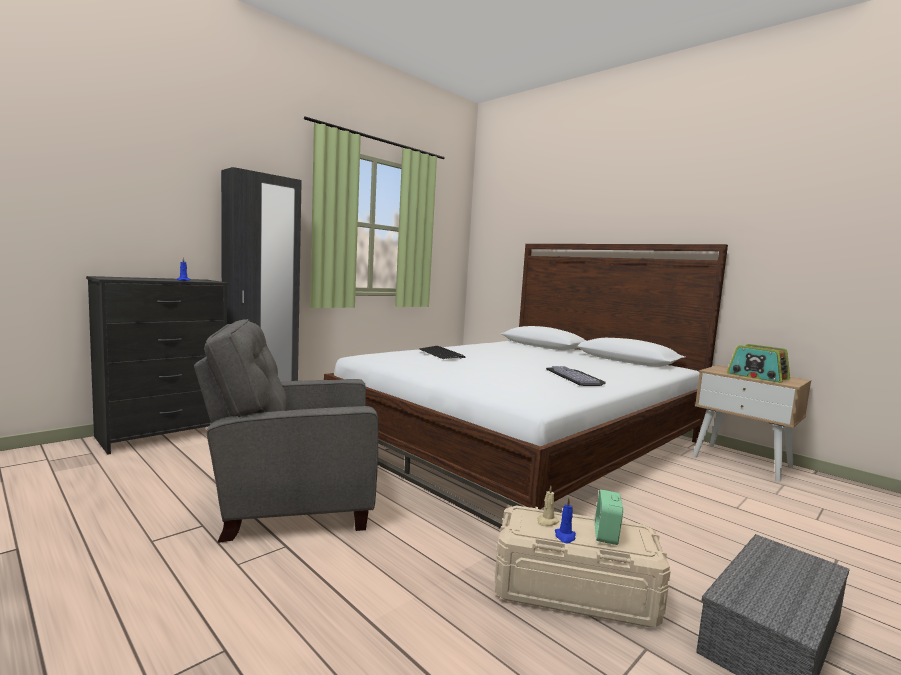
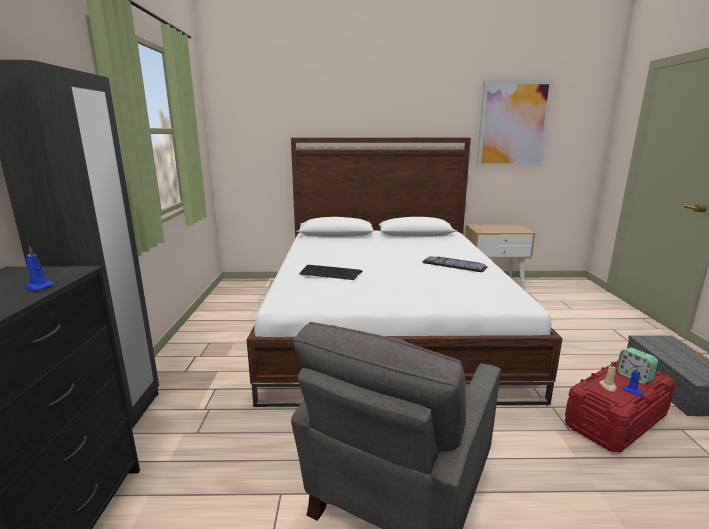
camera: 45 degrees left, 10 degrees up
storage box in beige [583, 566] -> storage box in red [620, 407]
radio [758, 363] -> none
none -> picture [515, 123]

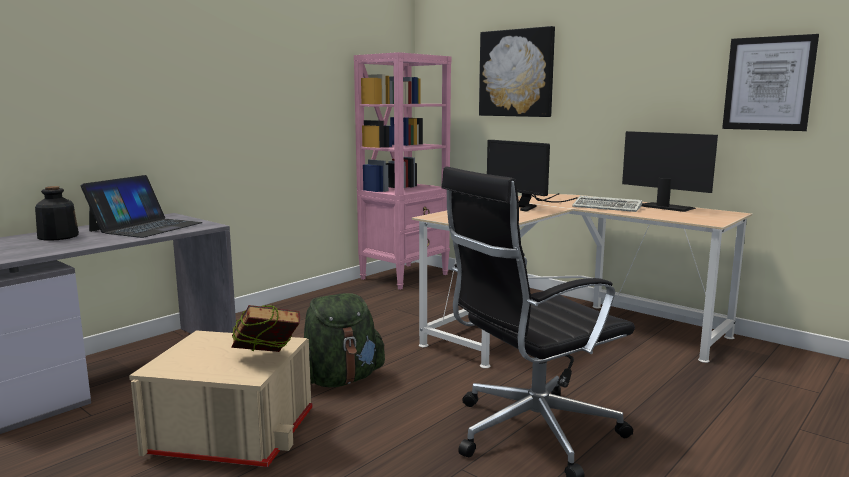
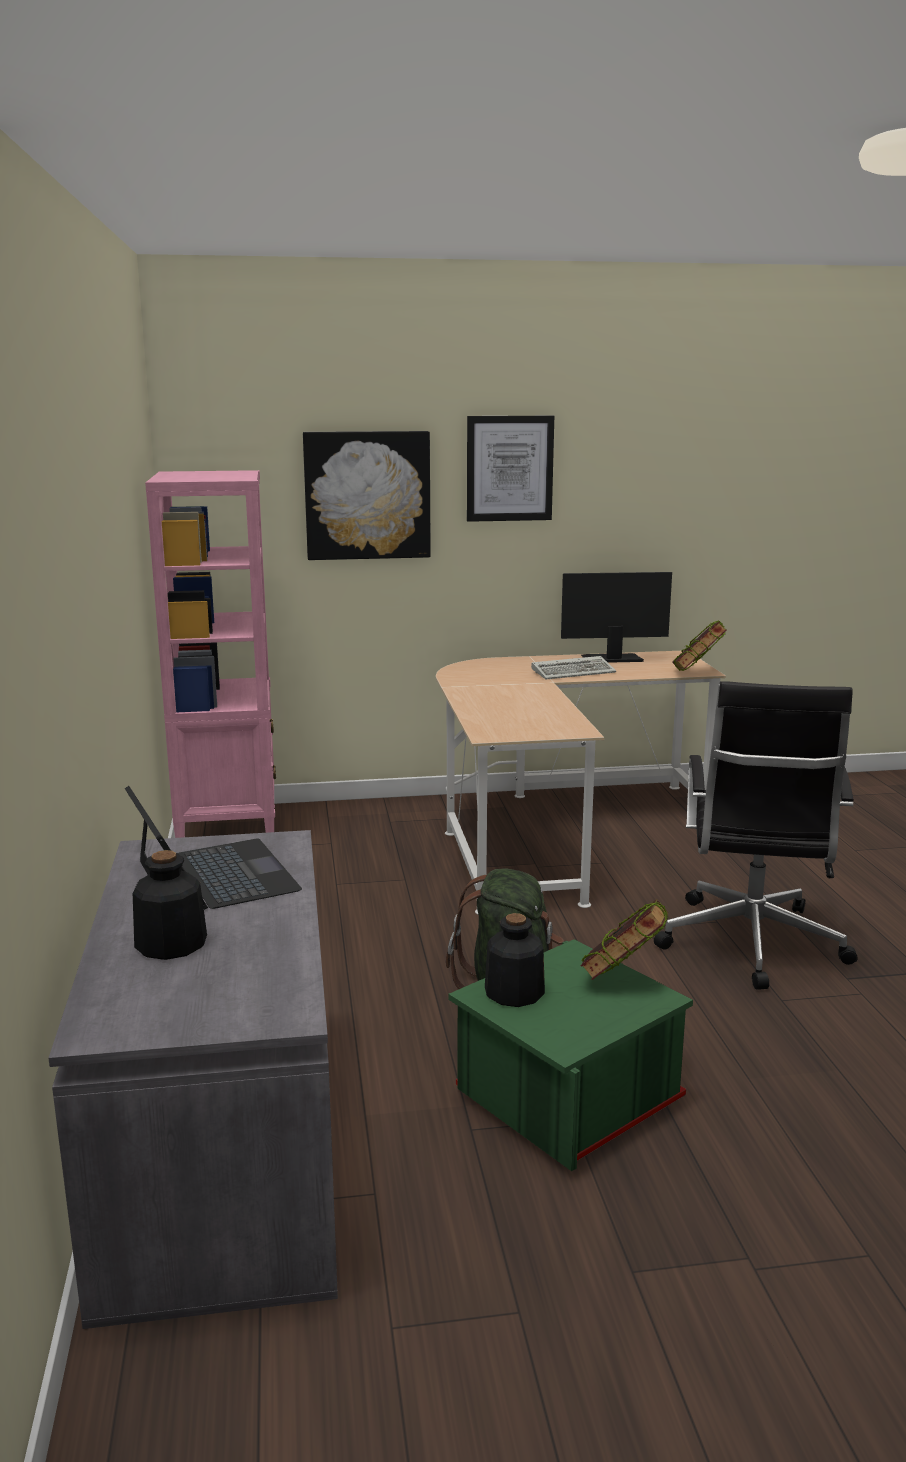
camera: 50 degrees left, 5 degrees up
storage box in beige [220, 398] -> storage box in green [570, 1055]
monitor [532, 176] -> none
picture [770, 82] -> picture [510, 469], moved
none -> bottle [515, 960]
none -> book [699, 645]

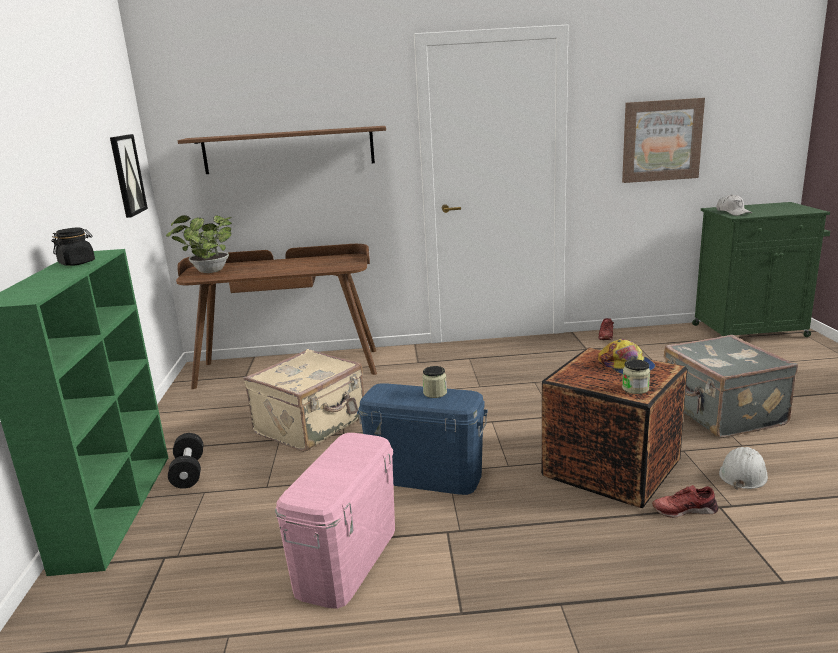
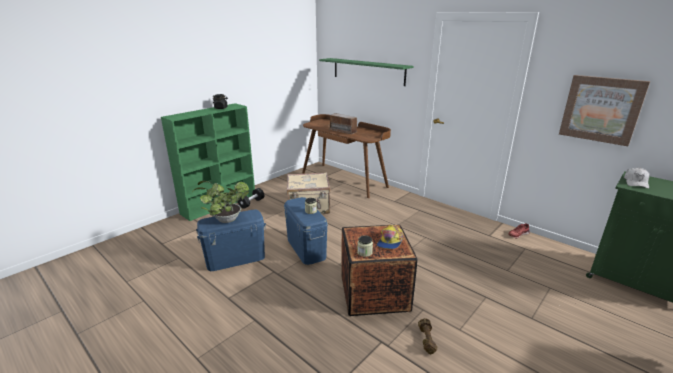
camera: 45 degrees right, 5 degrees up
picture [129, 176] -> none
potted plant [199, 244] -> potted plant [220, 202], moved
shelf in brown [282, 150] -> shelf in green [366, 72]
storage box in pink [335, 521] -> storage box in blue [231, 240]
shoe in red [685, 501] -> none
suitcase in grey [731, 386] -> none
hard hat in white [743, 468] -> dumbbell in brown [427, 336]
none -> radio [343, 124]

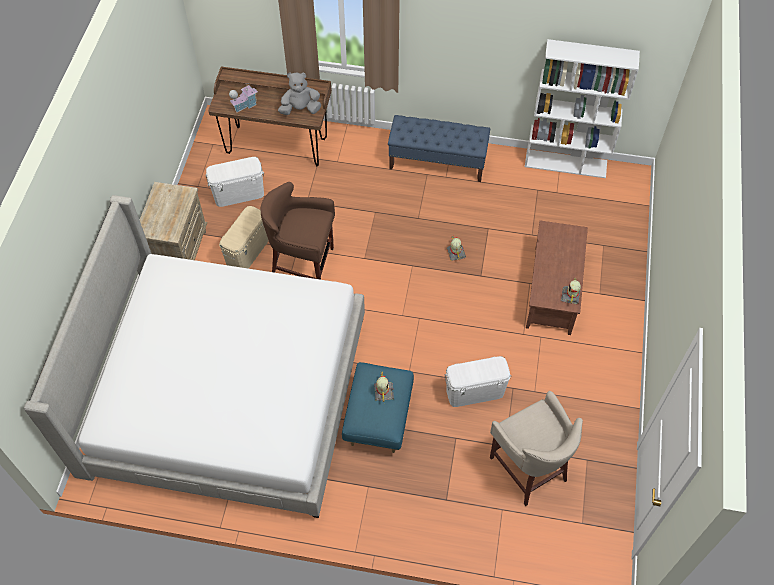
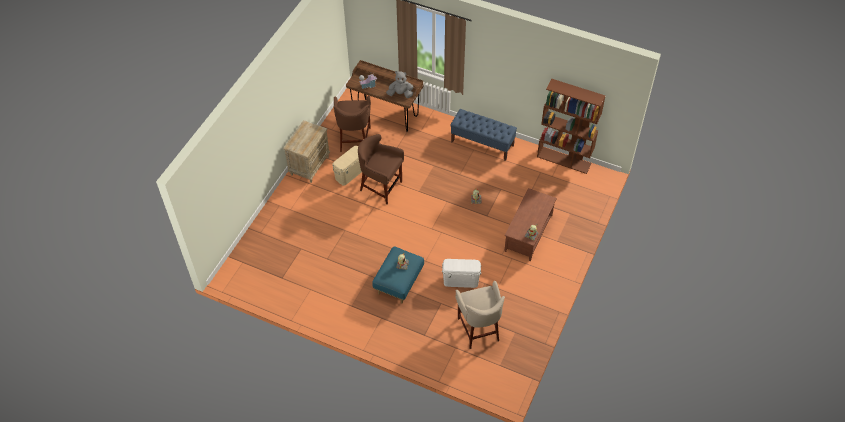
camera: 15 degrees right, 5 degrees down
bed [194, 356] -> none
storage box in white [234, 182] -> stool in brown [352, 124]
bookcase in white [582, 108] -> bookcase in brown [571, 126]

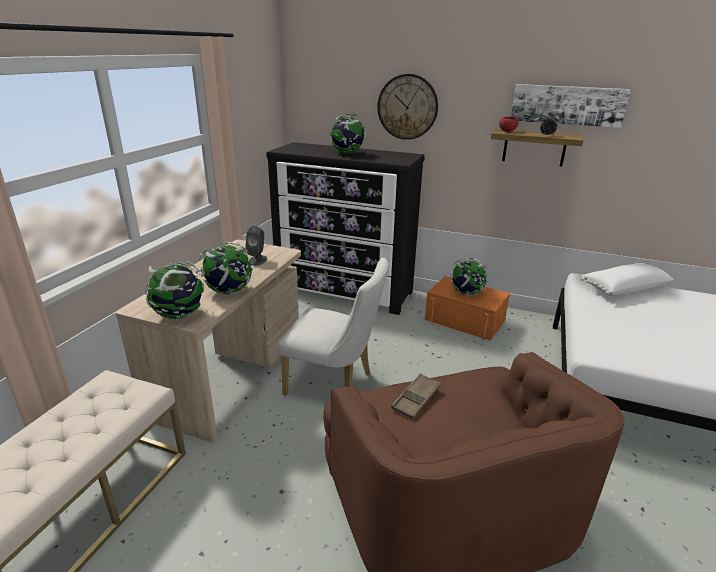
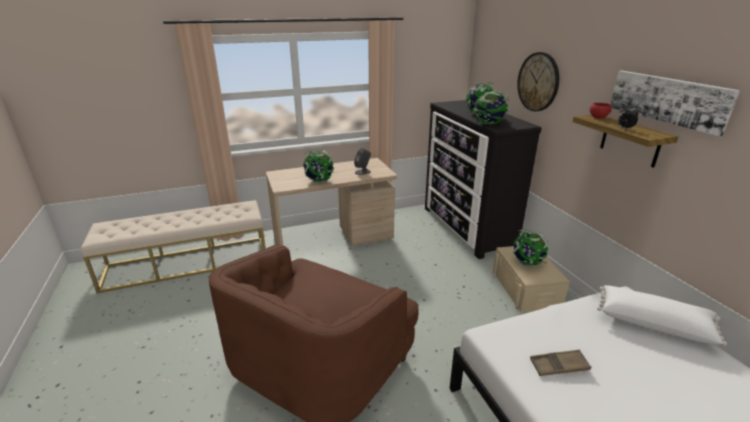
camera: 50 degrees right, 0 degrees up
globe [174, 290] -> globe [491, 107], moved
chair in white [333, 327] -> none
tray in brown [416, 396] -> tray in brown [560, 362], moved
storage box in orange [467, 308] -> storage box in beige [531, 279]

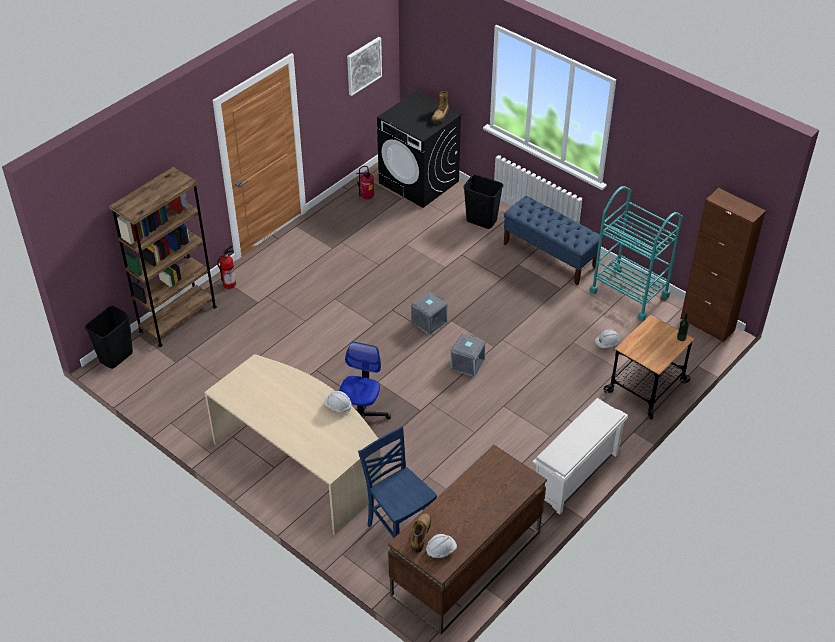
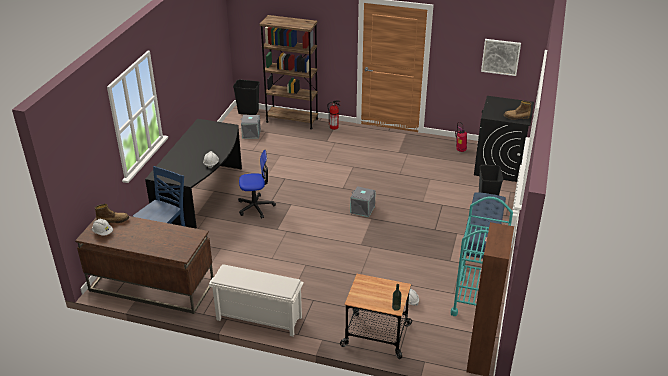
camera: 65 degrees right, 10 degrees down
desk in beige [292, 444] -> desk in black [193, 174]
storage box in grey [468, 355] -> storage box in grey [251, 127], moved

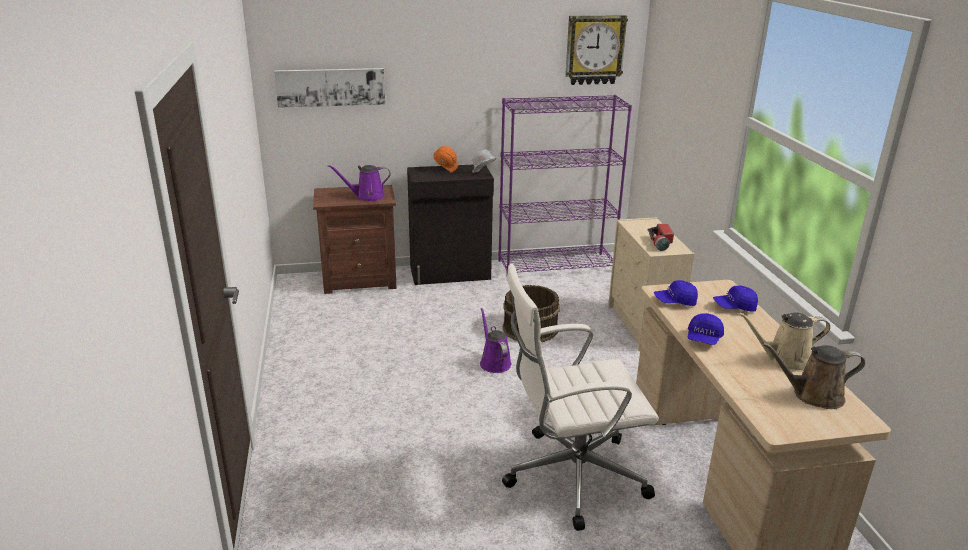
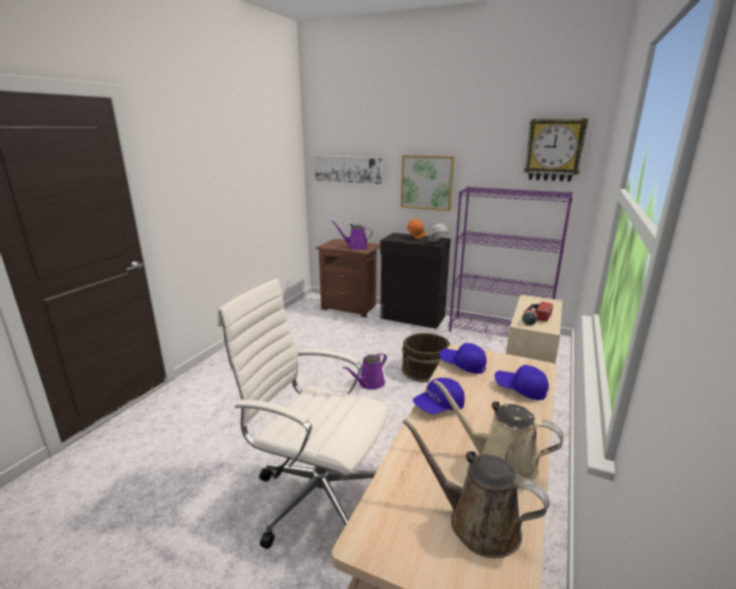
camera: 35 degrees right, 5 degrees down
watering can in purple [496, 340] -> watering can in purple [365, 371], 150 degrees counterclockwise
none -> picture [428, 183]

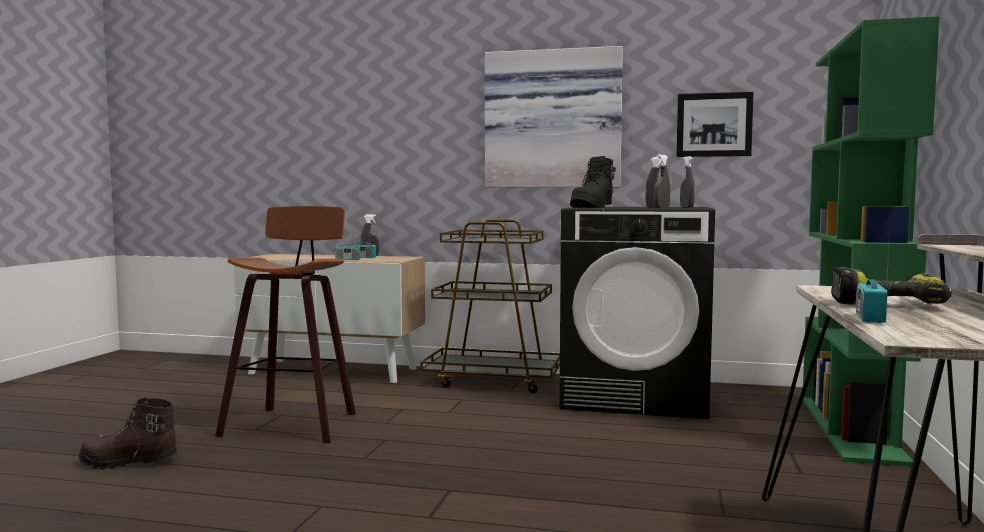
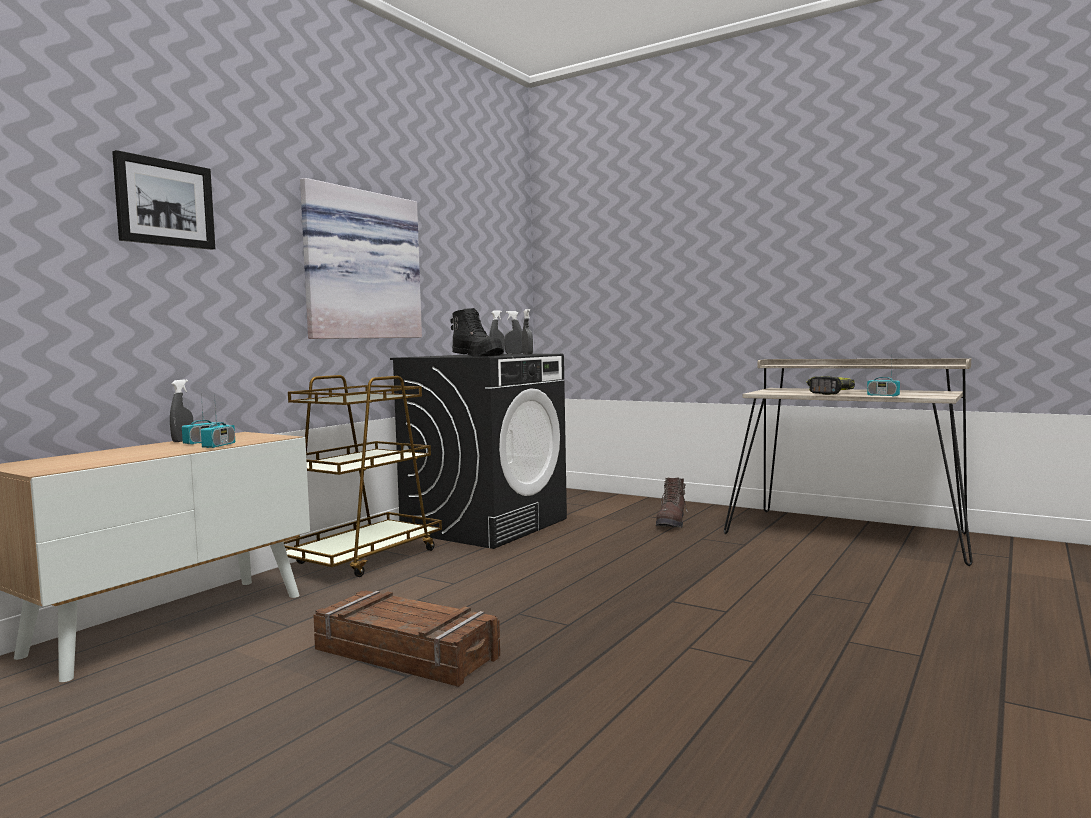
camera: 70 degrees left, 0 degrees up
boot in brown [128, 433] -> boot in brown [671, 502], moved
stool [285, 324] -> crate [406, 638]
picture [714, 124] -> picture [163, 200], moved
bookcase in green [871, 241] -> none

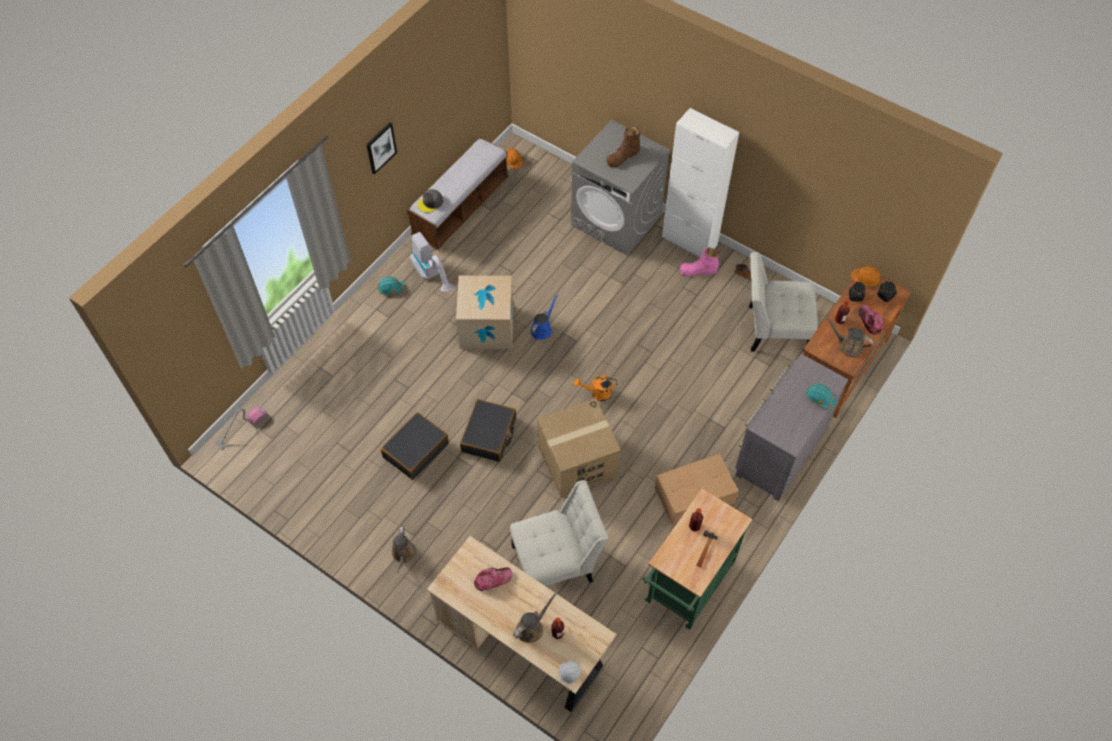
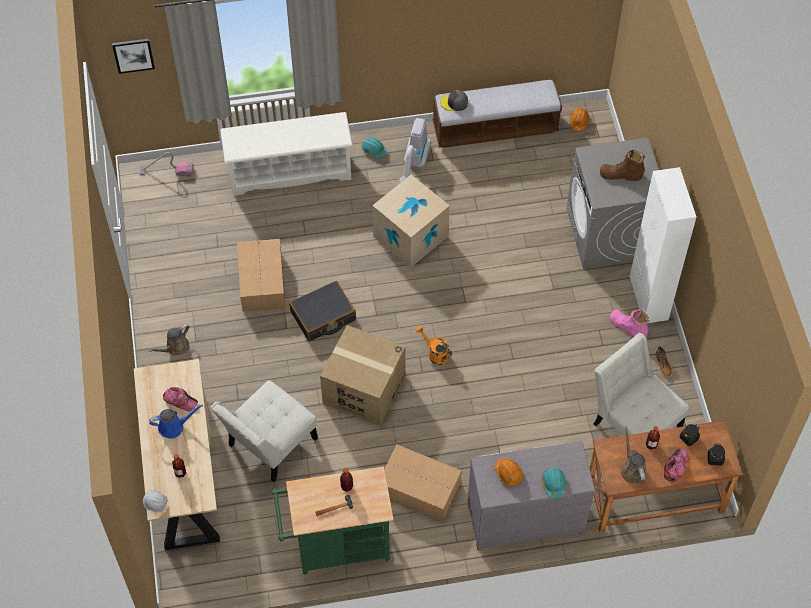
camera: 45 degrees right, 0 degrees up
picture [381, 148] -> picture [133, 56], moved
suitcase in black [415, 446] -> cardboard box [261, 275]
chair in white [559, 533] -> chair in white [264, 431], 105 degrees clockwise
watering can in brown [535, 617] -> none
watering can in blue [543, 317] -> watering can in blue [176, 422], moved
hard hat in orange [866, 276] -> hard hat in orange [509, 472], moved
none -> shoe rack in white [286, 154]

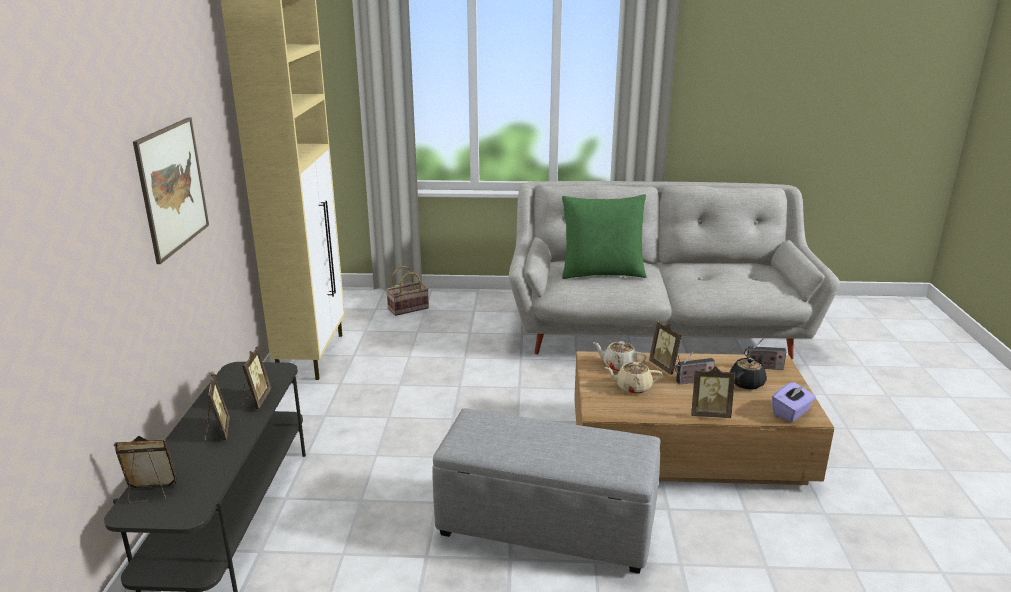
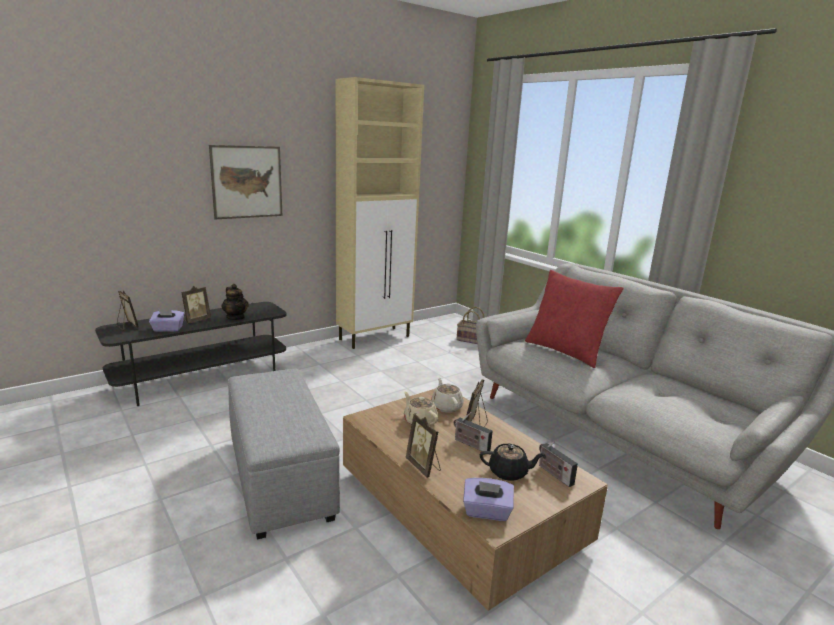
camera: 50 degrees right, 5 degrees down
picture frame [256, 378] -> teapot [235, 302]
pillow in green [604, 236] -> pillow in red [574, 319]
none -> tissue box in purple [166, 320]

